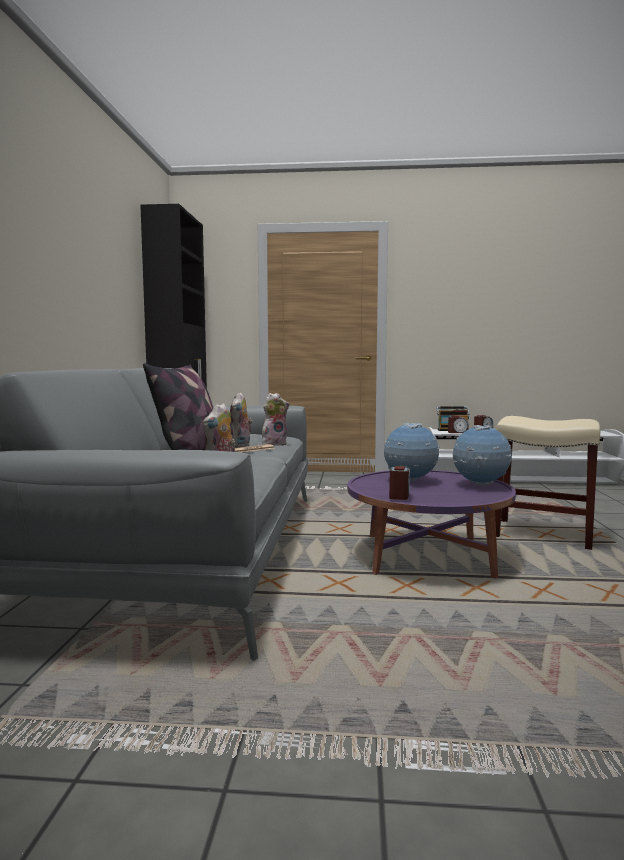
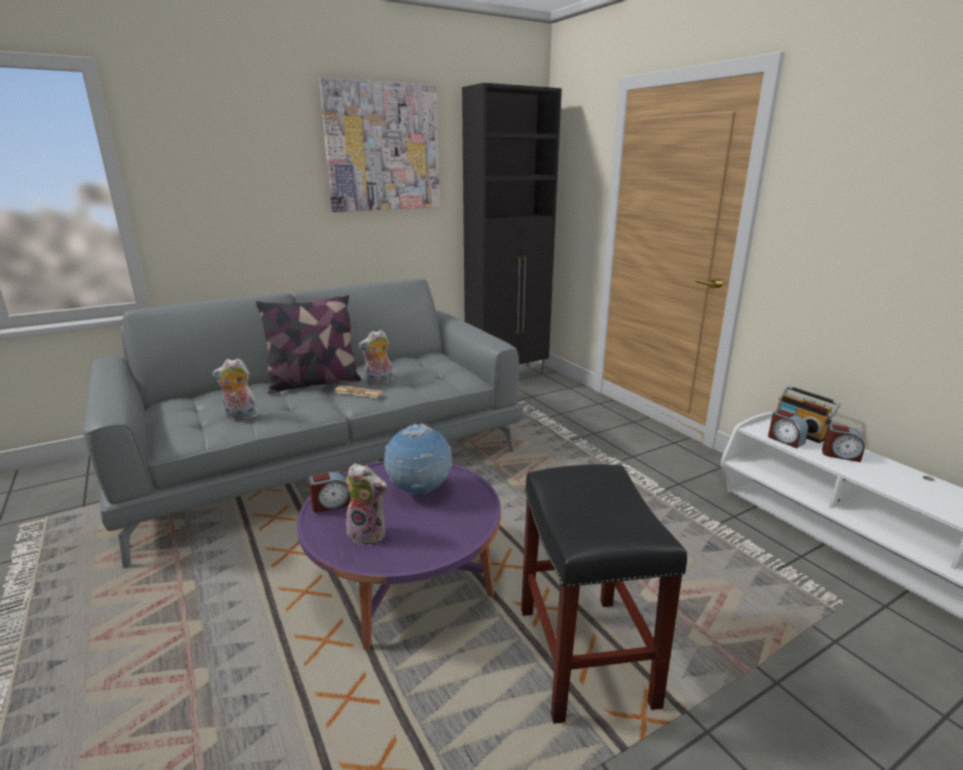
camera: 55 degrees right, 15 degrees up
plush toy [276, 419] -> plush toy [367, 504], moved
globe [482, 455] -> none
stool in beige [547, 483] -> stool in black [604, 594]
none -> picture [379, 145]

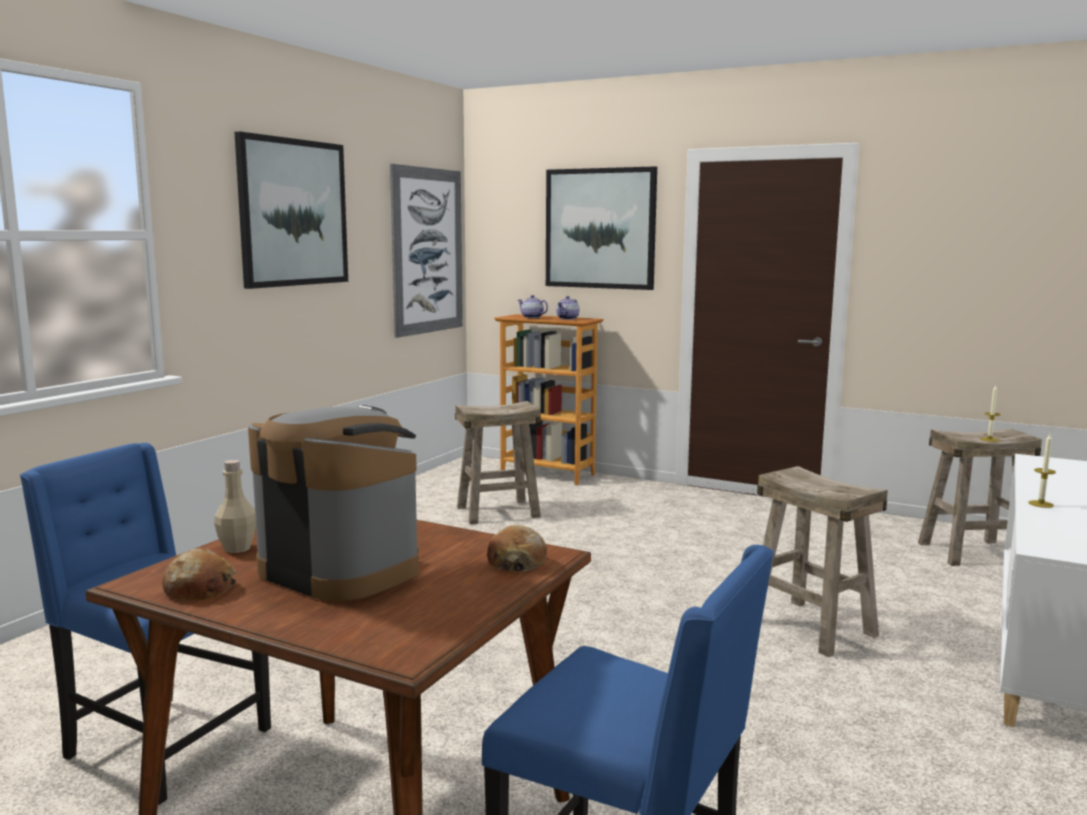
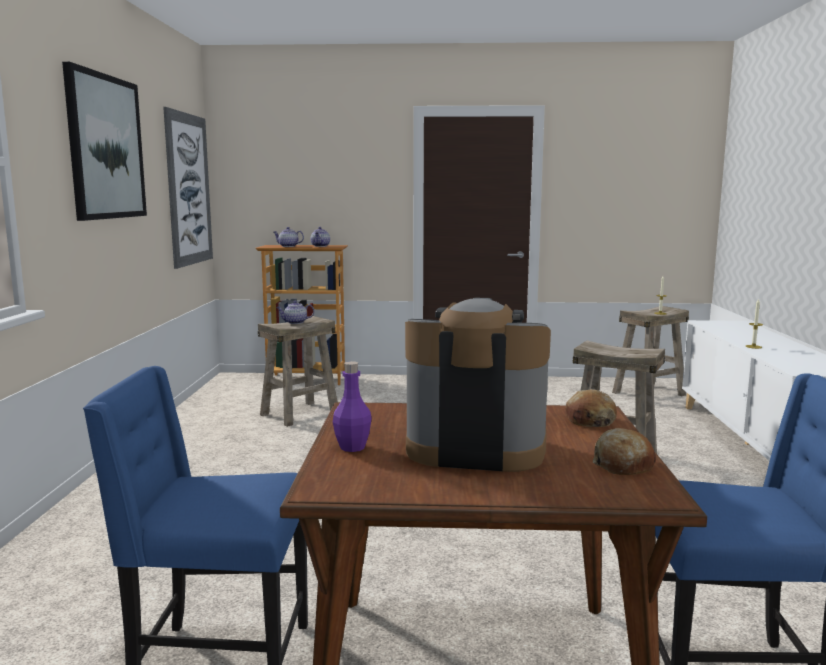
camera: 25 degrees left, 0 degrees up
bread [199, 574] -> bread [624, 451], moved
bottle in beige [235, 506] -> bottle in purple [352, 406]
picture [601, 228] -> none
none -> teapot [295, 312]

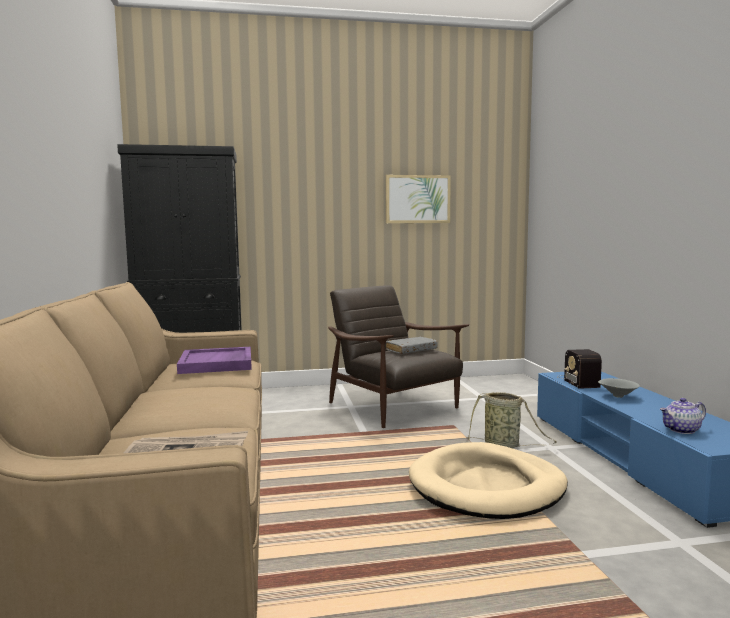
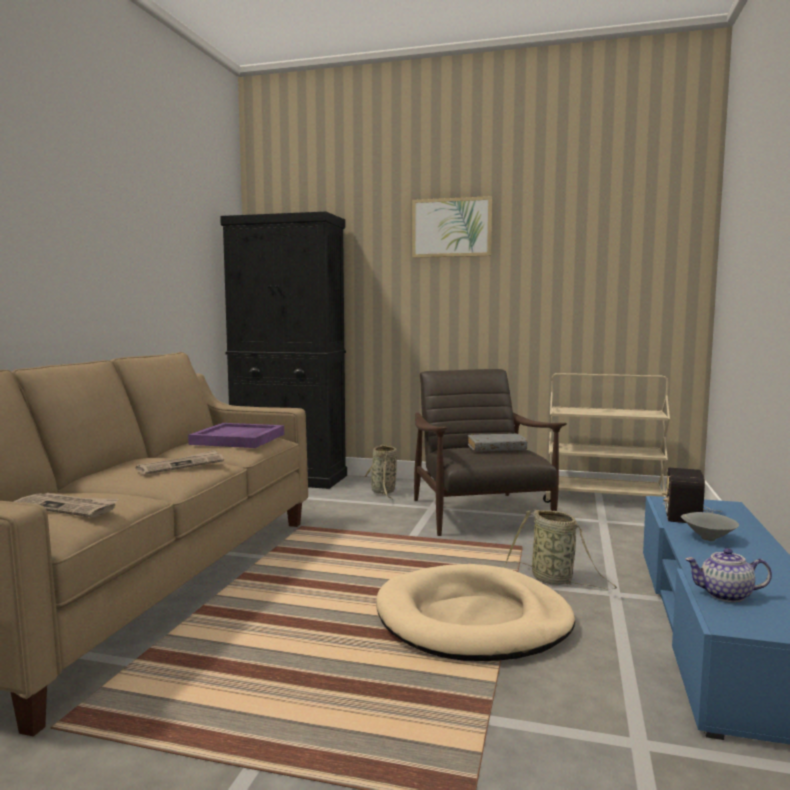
camera: 25 degrees right, 0 degrees up
picture [418, 199] -> picture [452, 227], moved
none -> newspaper [180, 462]
none -> basket [380, 472]
none -> cart in beige [606, 438]

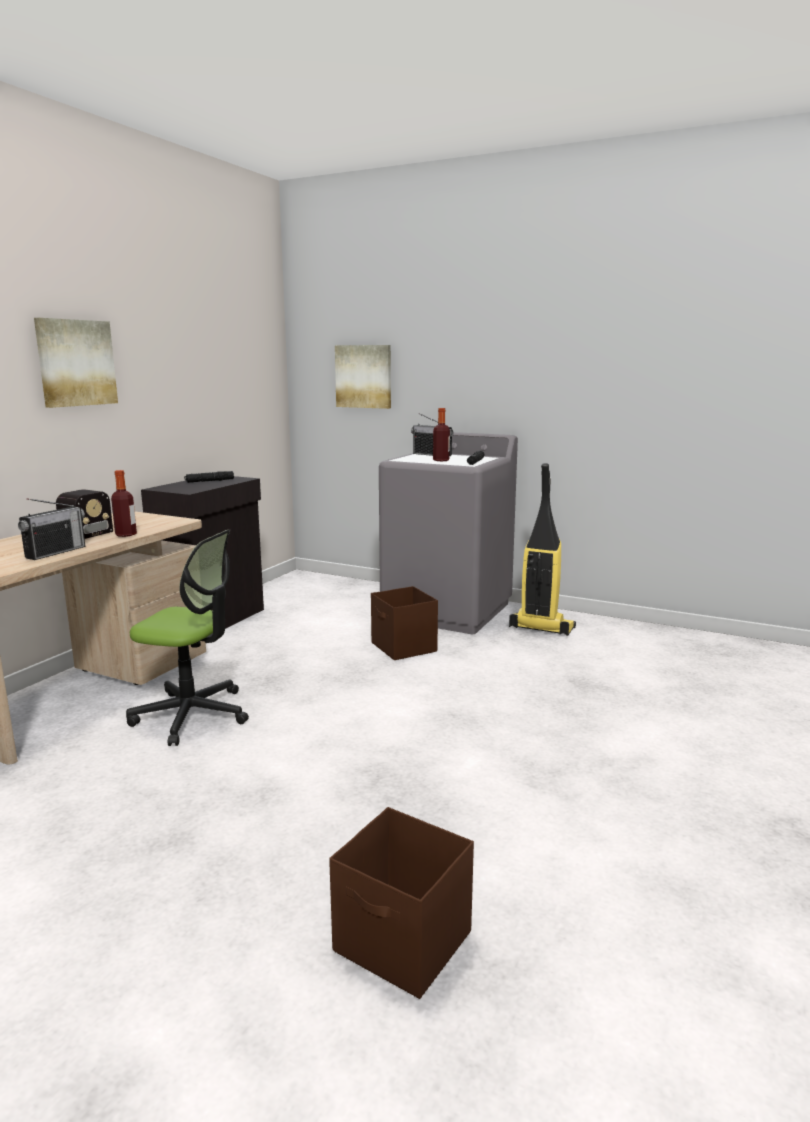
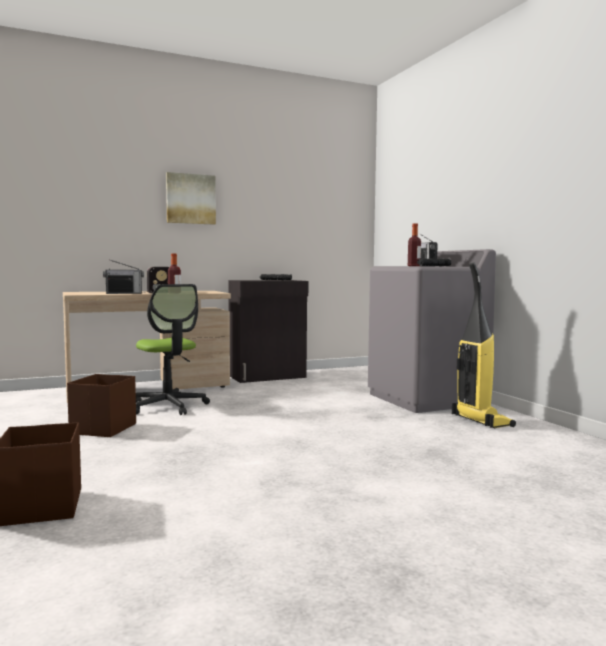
camera: 40 degrees right, 10 degrees down
picture [363, 377] -> none
storage box in brown [404, 623] -> storage box in brown [101, 405], moved

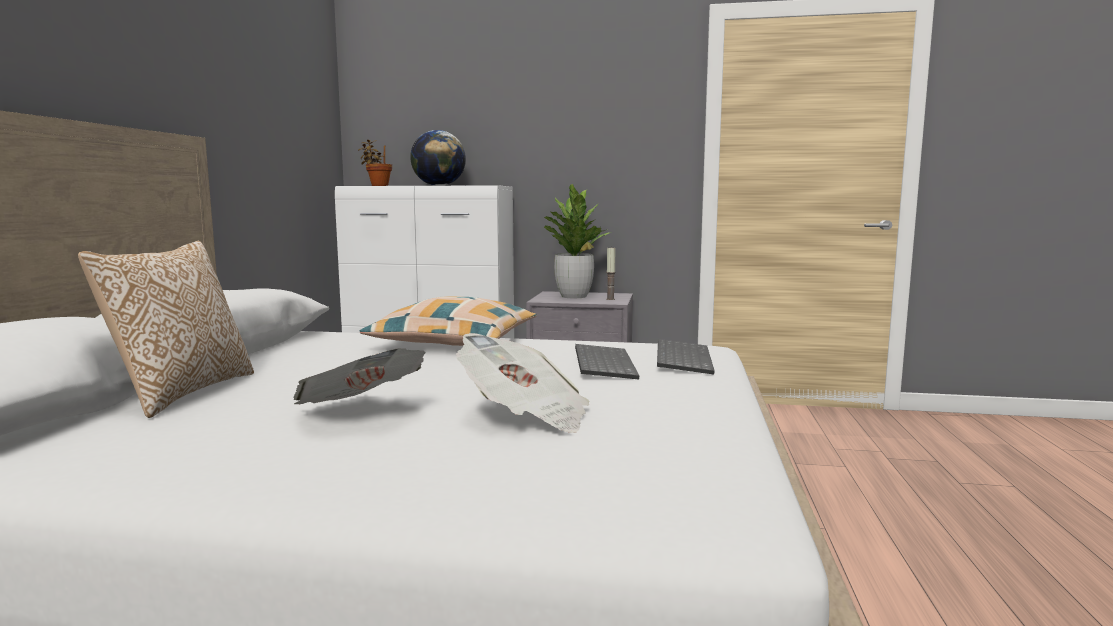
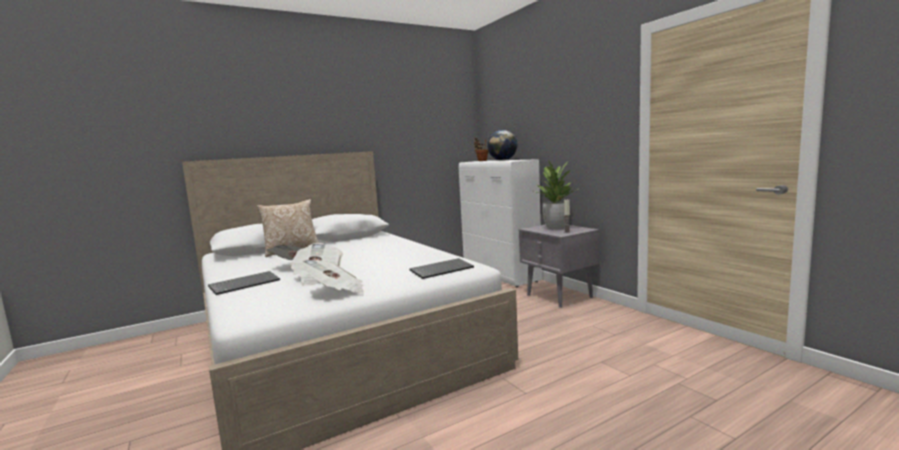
camera: 50 degrees right, 0 degrees up
pillow [448, 321] -> none
keyboard [607, 361] -> keyboard [244, 283], moved
none -> newspaper [333, 277]

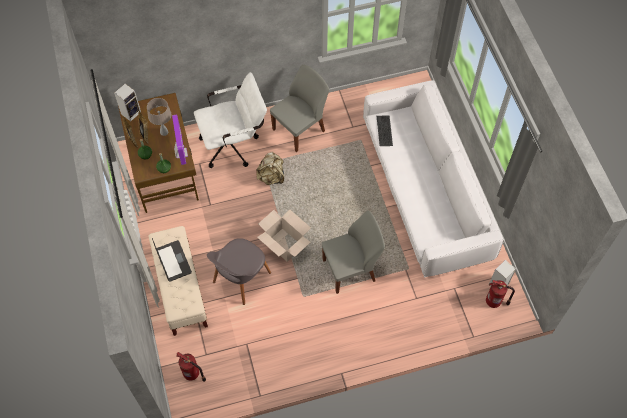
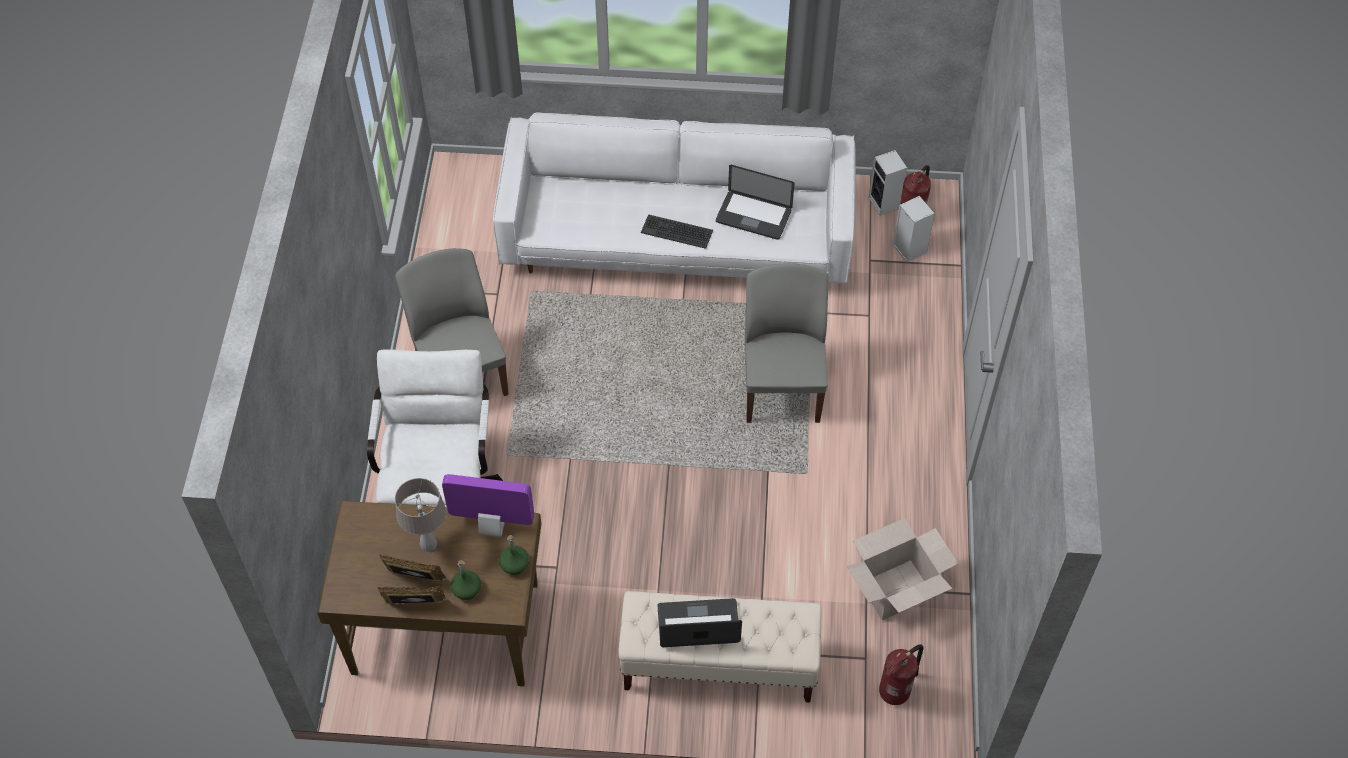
camera: 70 degrees left, 5 degrees down
speaker [127, 102] -> speaker [914, 229], moved
chair in grey [239, 271] -> none
backpack in beige [270, 168] -> none
cardboard box [284, 235] -> cardboard box [903, 569], moved
keyboard [385, 130] -> keyboard [677, 231], moved
none -> laptop [755, 202]

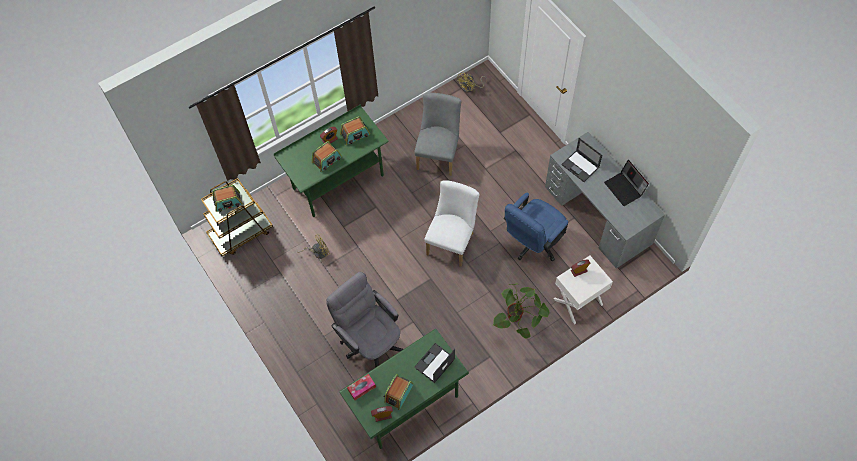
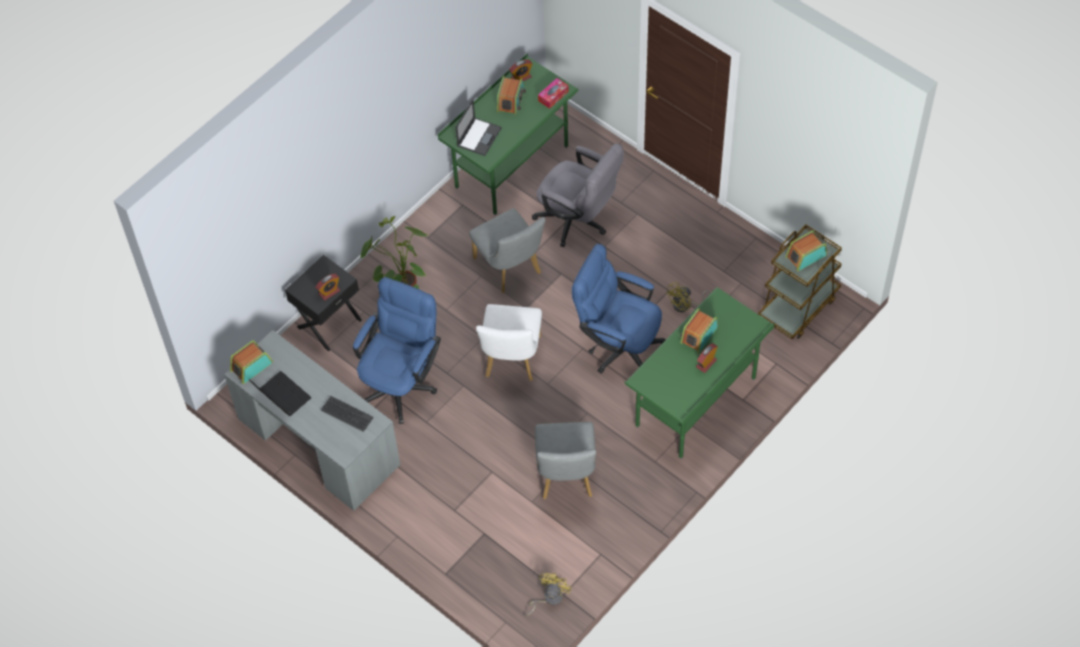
camera: 165 degrees right, 5 degrees down
radio [355, 130] -> radio [251, 362], moved
nightstand in white [583, 290] -> nightstand in black [323, 303]
laptop [581, 160] -> keyboard [347, 414]
none -> chair in grey [507, 250]
none -> office chair in blue [619, 308]

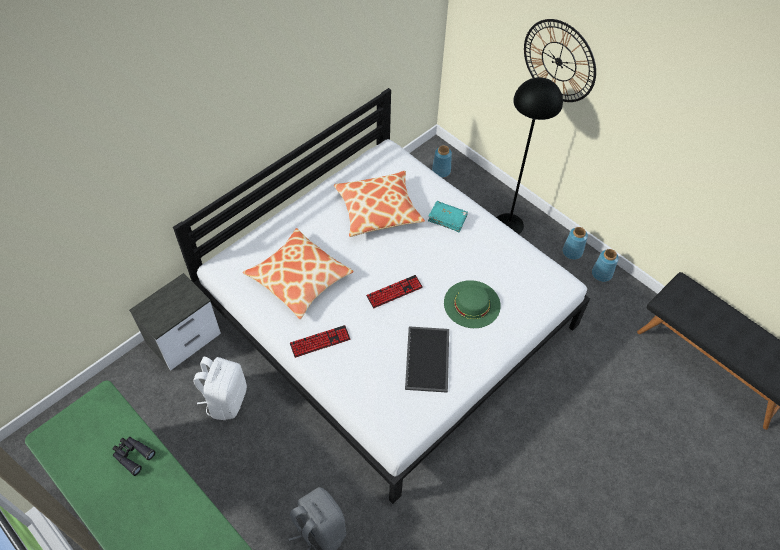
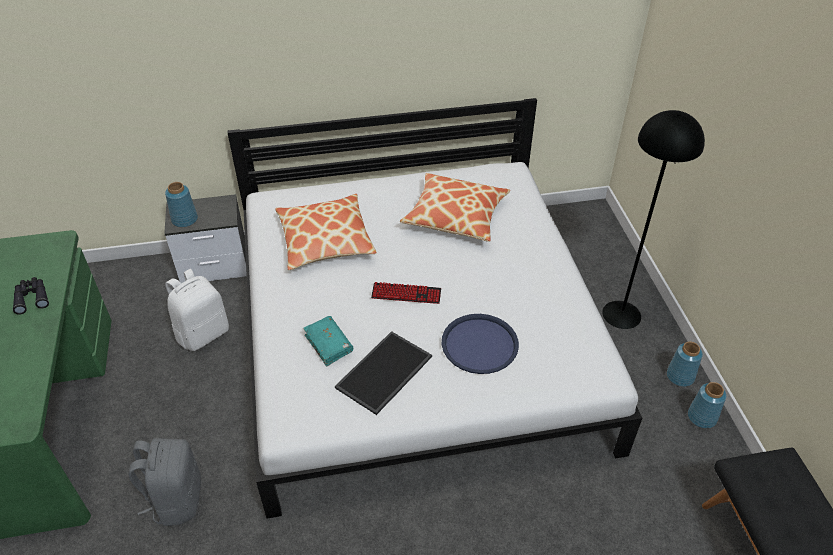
camera: 35 degrees right, 10 degrees down
keyboard [320, 341] -> none
book in turquoise [448, 216] -> book in turquoise [328, 341], moved
vase in blue [442, 161] -> vase in blue [181, 204], moved
hat in green [472, 304] -> tray in blue [480, 344]
wall clock [560, 60] -> none

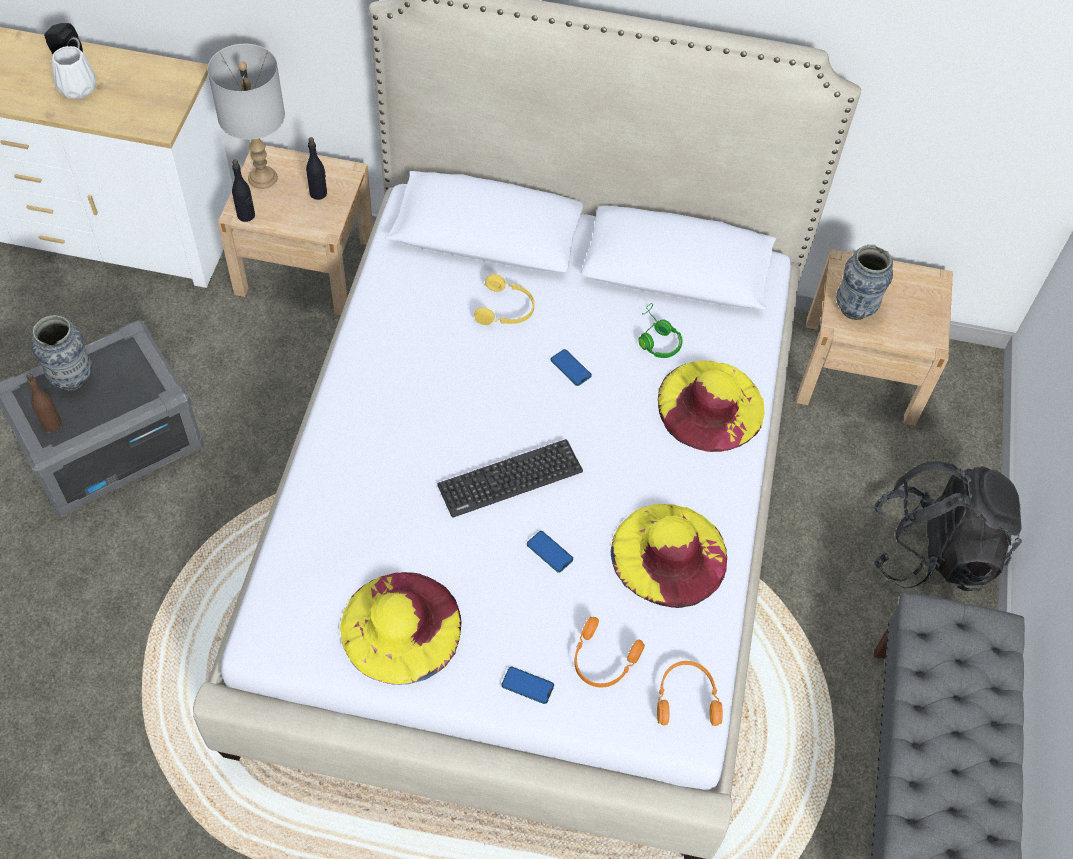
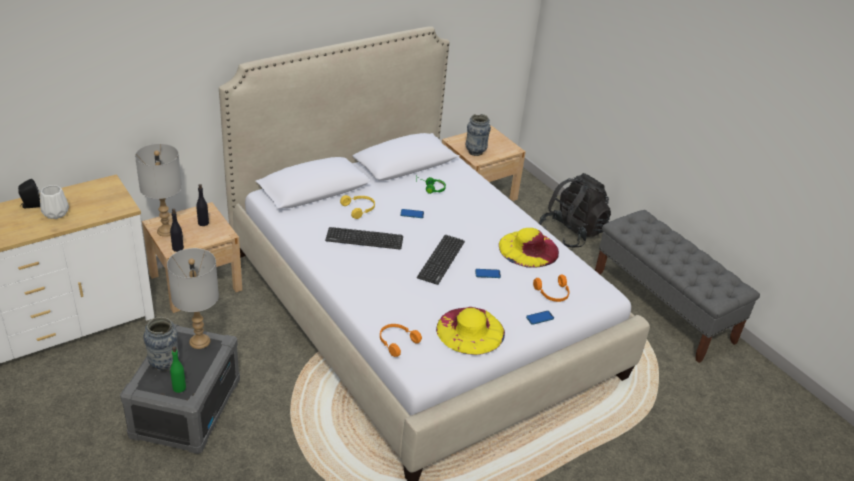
camera: 45 degrees left, 20 degrees down
bottle in brown [44, 403] -> bottle in green [178, 370]
headphones in orange [690, 693] -> headphones in orange [401, 340], moved
hat in yellow [711, 406] -> none
none -> table lamp in grey [193, 298]
none -> keyboard [364, 238]

